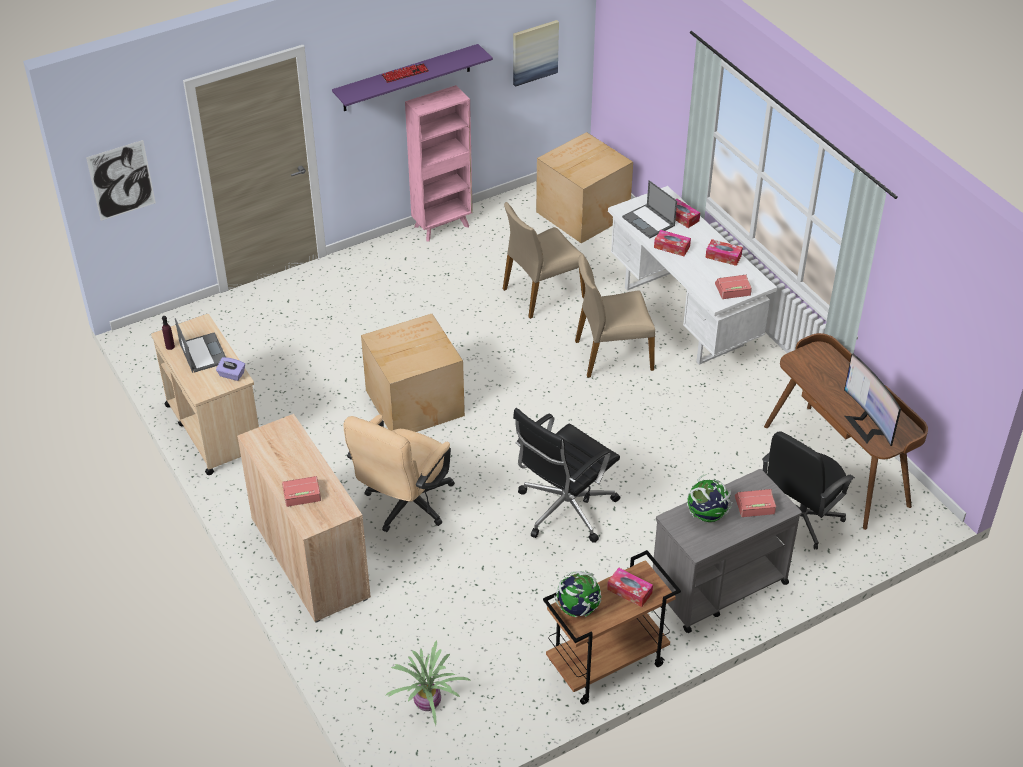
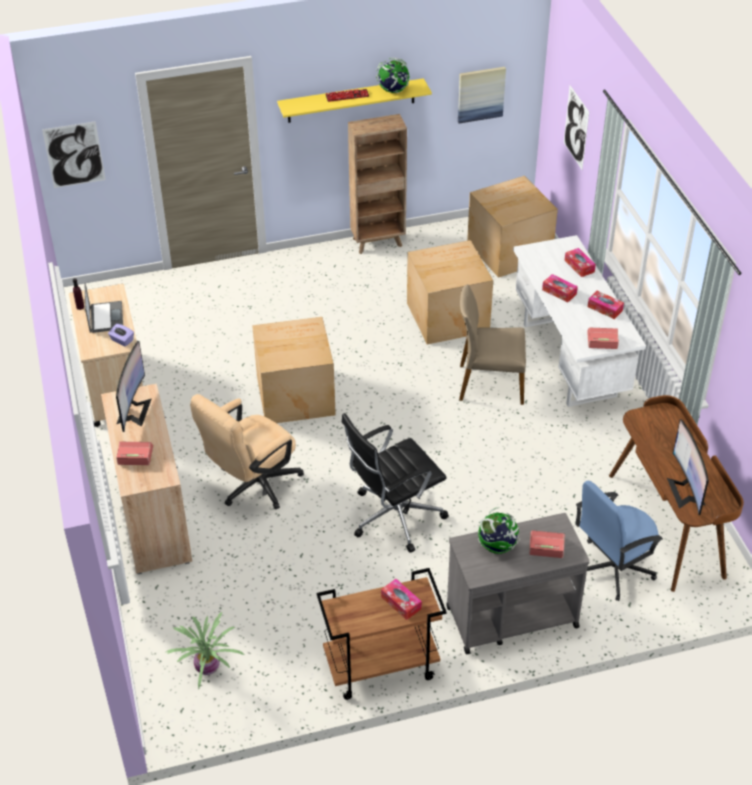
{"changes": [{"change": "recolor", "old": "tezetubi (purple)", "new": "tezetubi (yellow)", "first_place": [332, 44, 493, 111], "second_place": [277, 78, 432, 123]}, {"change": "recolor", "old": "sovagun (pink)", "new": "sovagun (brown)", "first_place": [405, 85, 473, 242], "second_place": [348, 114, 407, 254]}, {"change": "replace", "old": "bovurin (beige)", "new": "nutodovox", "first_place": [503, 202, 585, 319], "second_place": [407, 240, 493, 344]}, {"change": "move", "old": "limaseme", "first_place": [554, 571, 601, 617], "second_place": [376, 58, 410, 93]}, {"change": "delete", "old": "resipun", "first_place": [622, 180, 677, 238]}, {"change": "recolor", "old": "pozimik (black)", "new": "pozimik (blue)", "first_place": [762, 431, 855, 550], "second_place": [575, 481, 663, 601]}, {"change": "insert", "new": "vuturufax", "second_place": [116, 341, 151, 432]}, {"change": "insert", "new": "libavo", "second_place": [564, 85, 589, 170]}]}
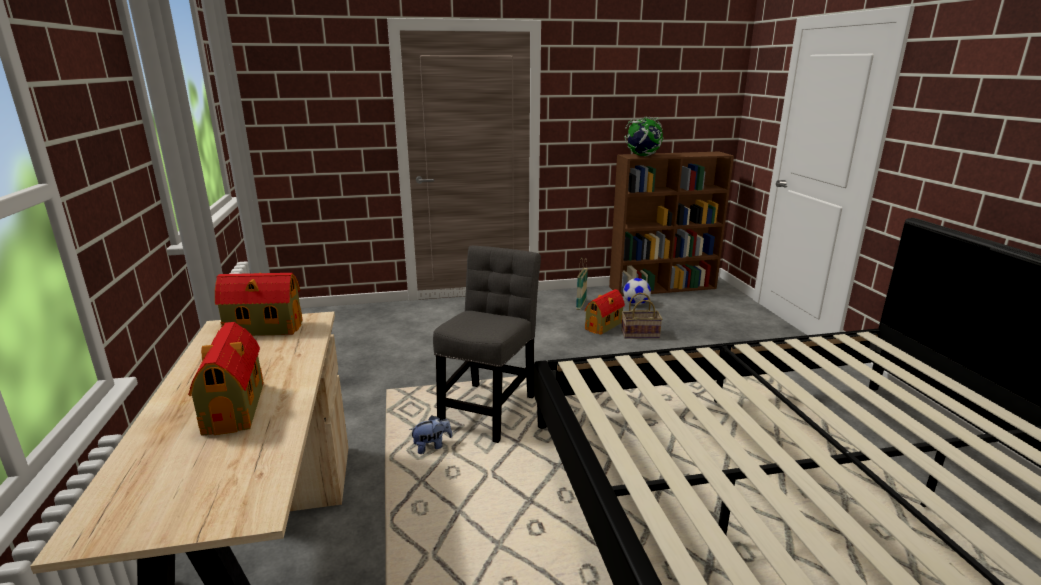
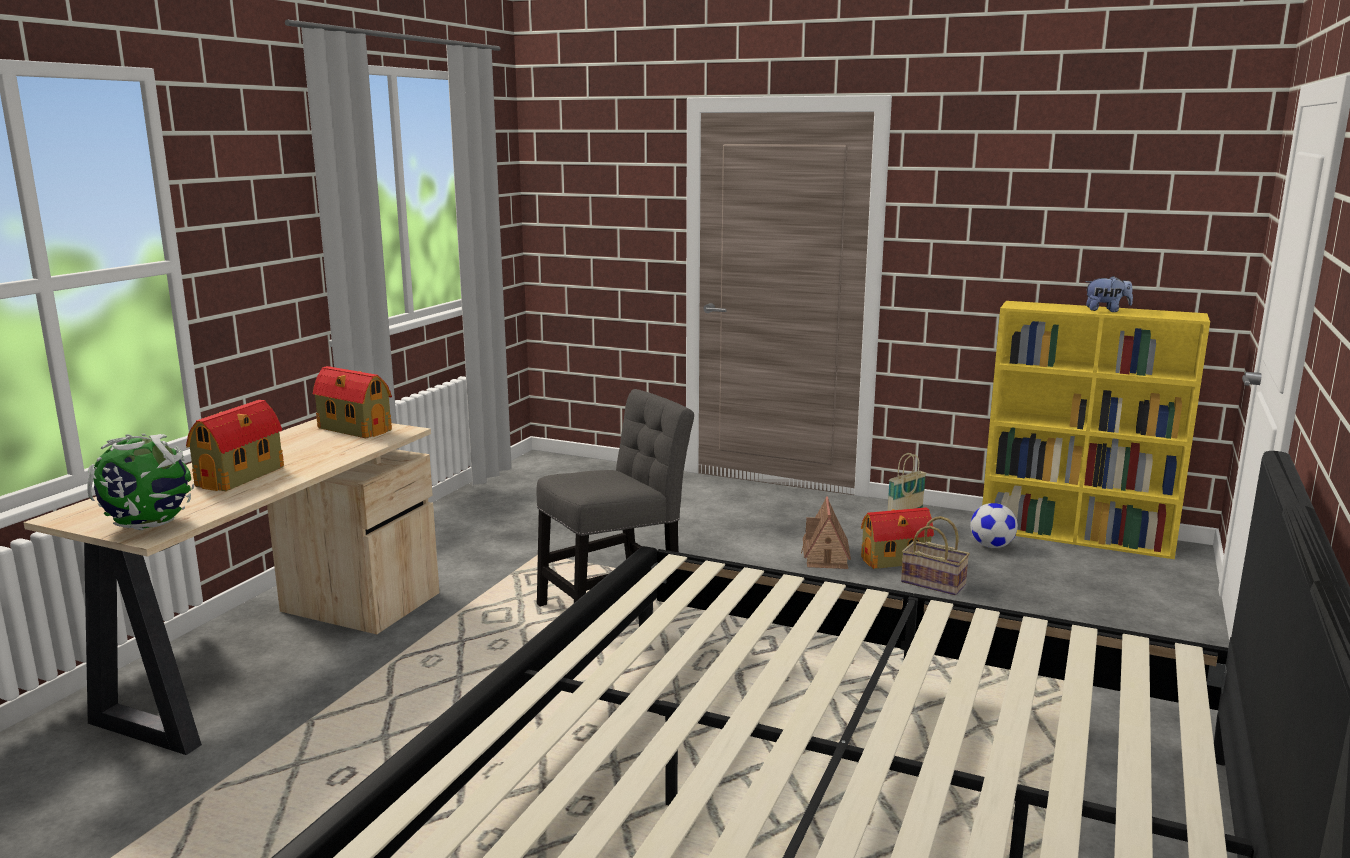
{"changes": [{"change": "move", "old": "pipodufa", "first_place": [409, 416, 452, 454], "second_place": [1085, 276, 1133, 312]}, {"change": "recolor", "old": "sovagun (brown)", "new": "sovagun (yellow)", "first_place": [609, 152, 734, 296], "second_place": [982, 301, 1210, 559]}, {"change": "move", "old": "limaseme", "first_place": [624, 117, 664, 157], "second_place": [87, 434, 194, 530]}, {"change": "insert", "new": "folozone", "second_place": [801, 496, 851, 569]}]}
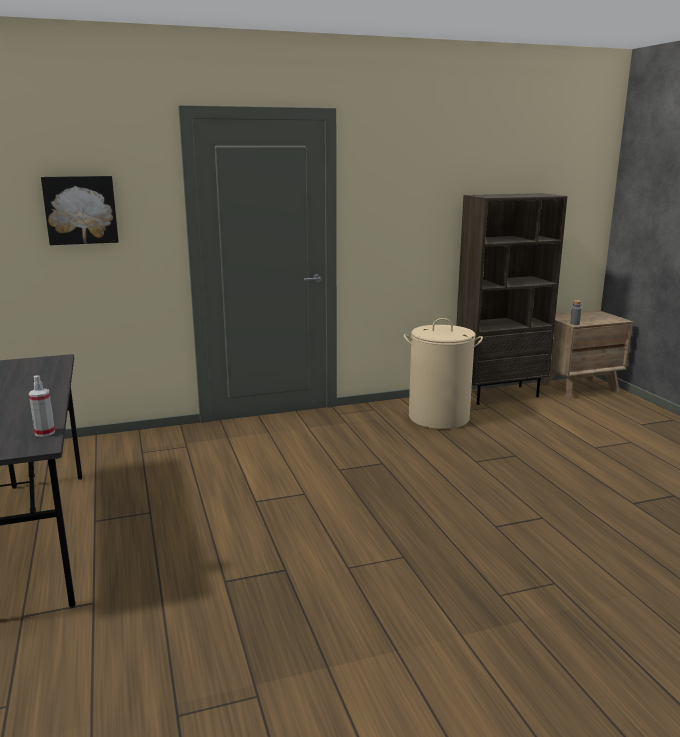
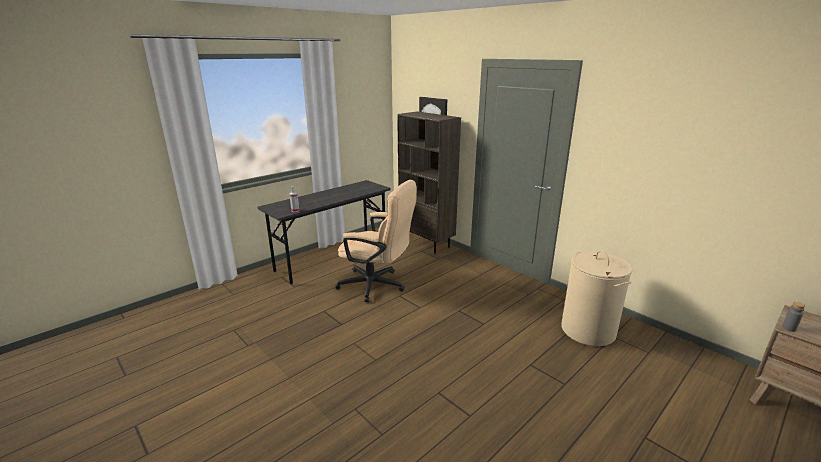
{"changes": [{"change": "move", "old": "sovagun (brown)", "first_place": [456, 193, 567, 405], "second_place": [397, 111, 461, 254]}, {"change": "insert", "new": "pozimik (beige)", "second_place": [335, 180, 417, 302]}]}
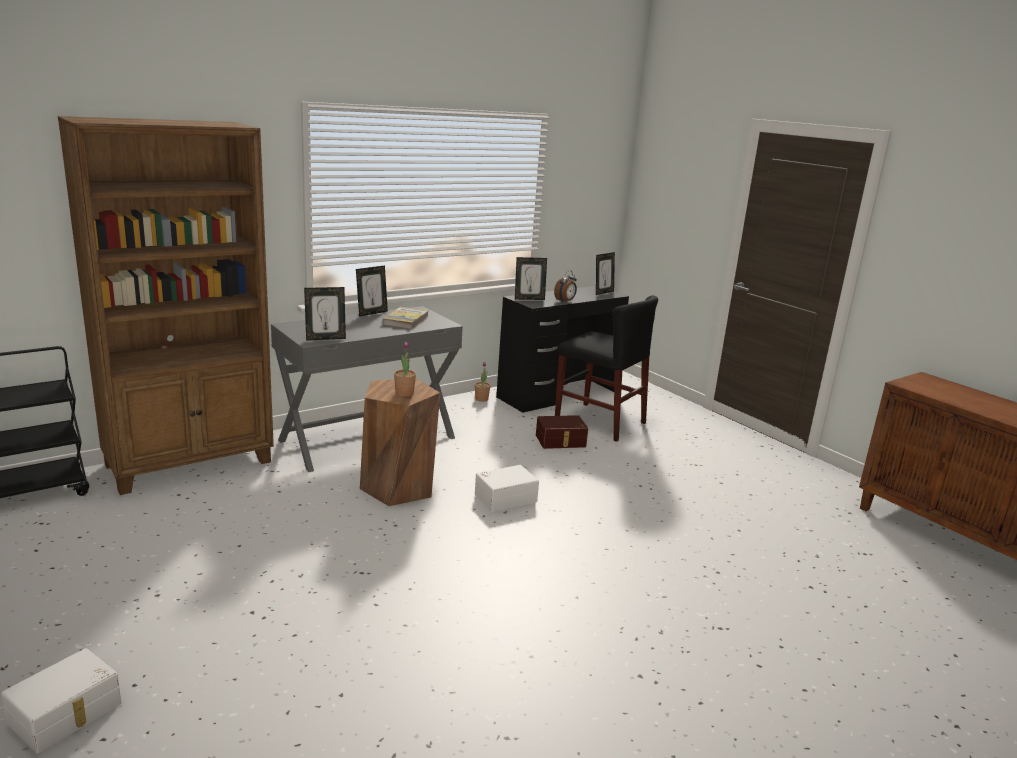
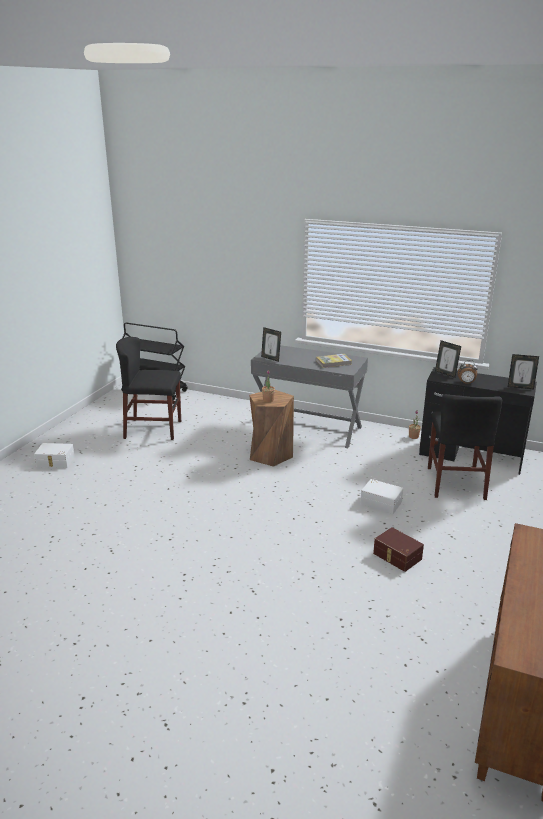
{"changes": [{"change": "delete", "old": "sovagun (brown)", "first_place": [58, 116, 274, 495]}, {"change": "delete", "old": "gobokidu", "first_place": [356, 265, 388, 316]}, {"change": "move", "old": "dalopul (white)", "first_place": [475, 465, 539, 512], "second_place": [360, 479, 403, 514]}, {"change": "move", "old": "dalopul (brown)", "first_place": [536, 415, 588, 449], "second_place": [373, 527, 424, 572]}, {"change": "insert", "new": "bovurin (black)", "second_place": [116, 337, 181, 440]}]}
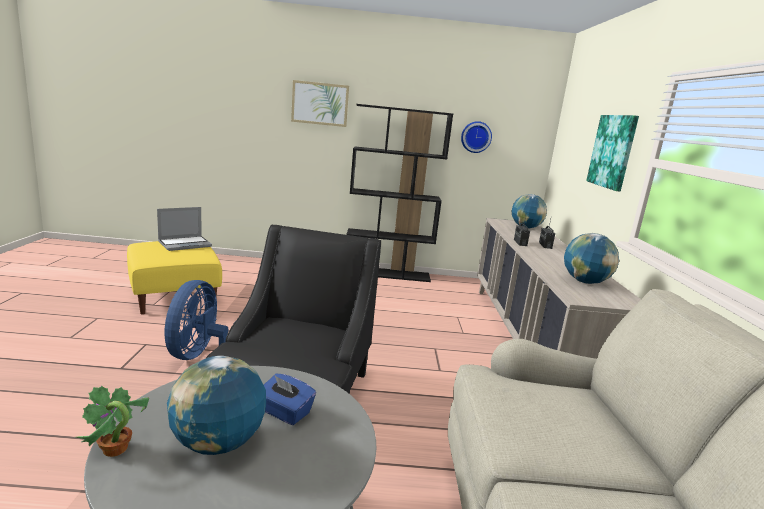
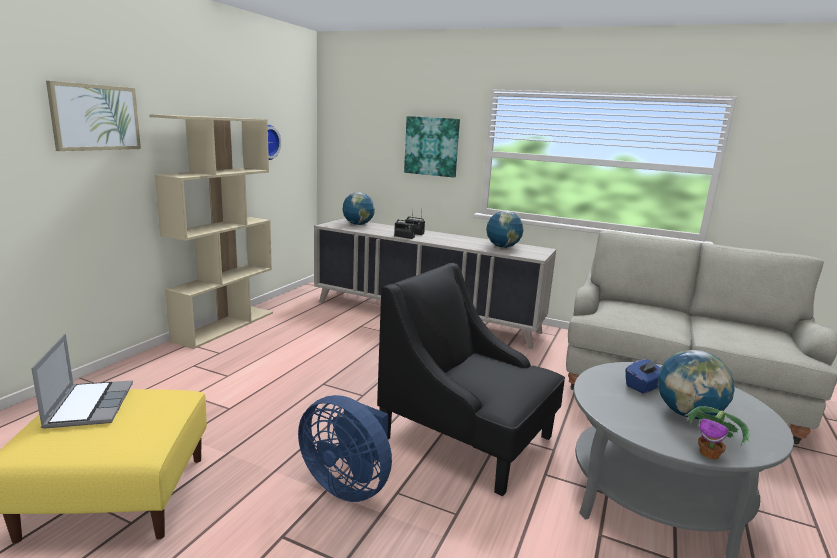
{"changes": [{"change": "recolor", "old": "sovagun (black)", "new": "sovagun (beige)", "first_place": [346, 104, 453, 282], "second_place": [149, 114, 273, 349]}]}
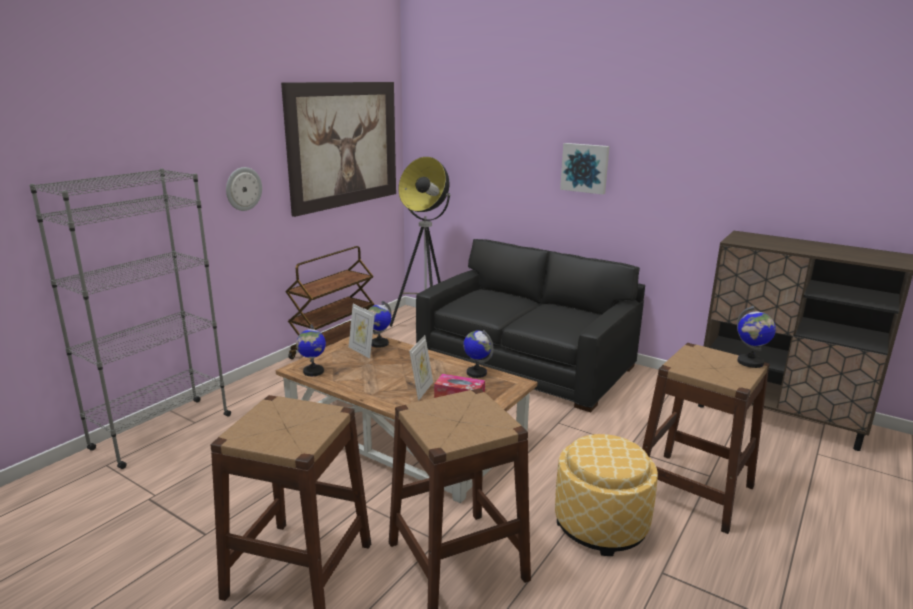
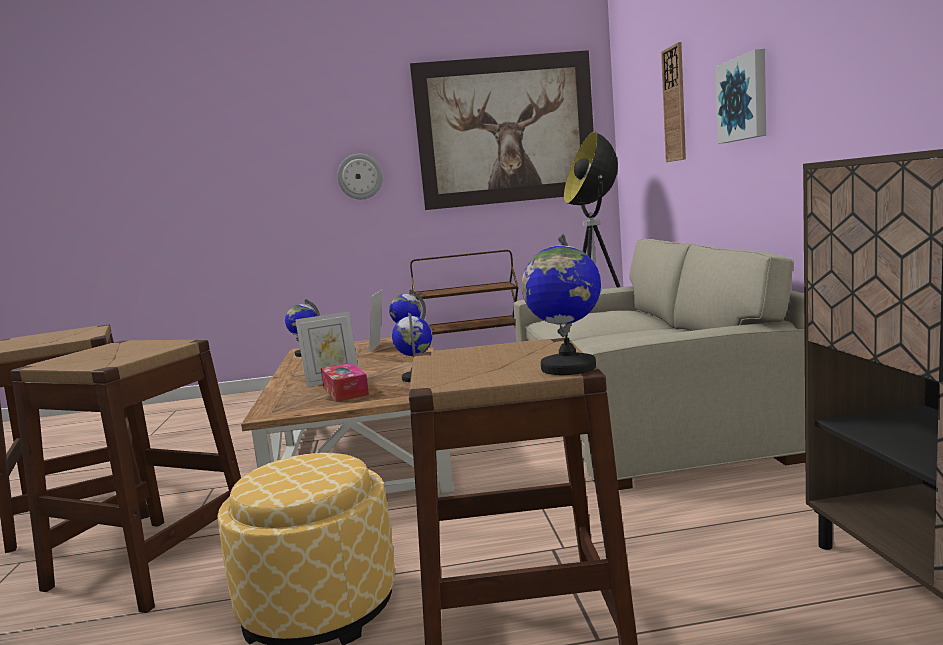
{"changes": [{"change": "delete", "old": "sovagun (grey)", "first_place": [29, 168, 231, 469]}, {"change": "recolor", "old": "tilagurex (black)", "new": "tilagurex (beige)", "first_place": [416, 239, 645, 412], "second_place": [514, 239, 806, 490]}, {"change": "insert", "new": "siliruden", "second_place": [661, 42, 686, 162]}]}
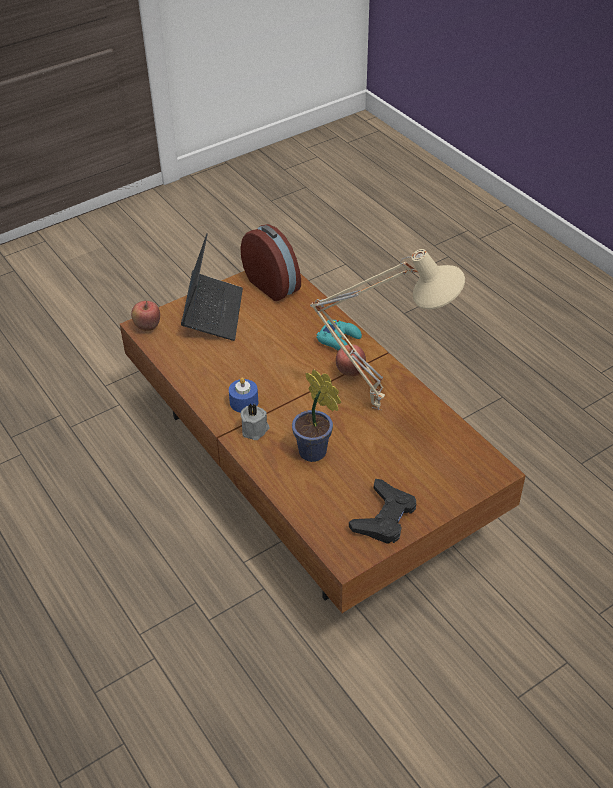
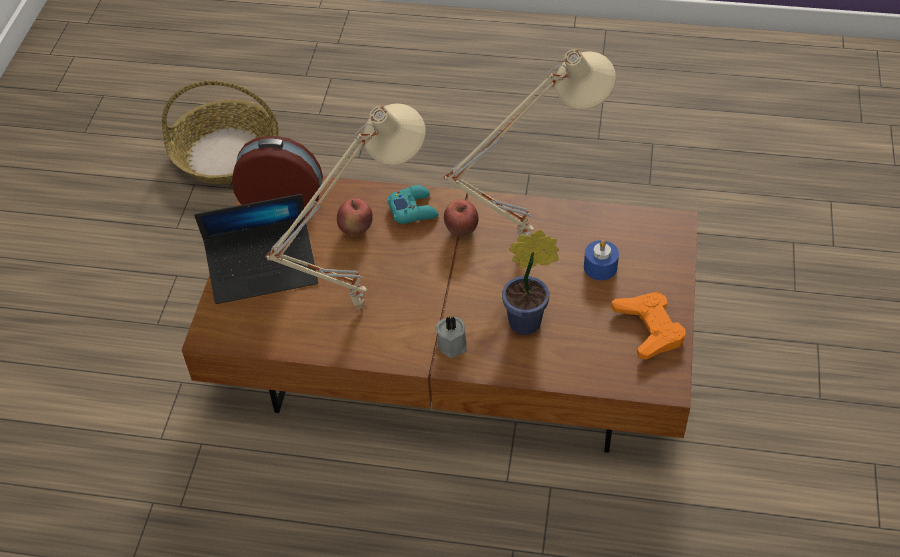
{"changes": [{"change": "move", "old": "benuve", "first_place": [131, 301, 160, 331], "second_place": [337, 198, 373, 236]}, {"change": "rotate", "old": "resipun", "first_place": [181, 233, 243, 341], "second_place": [194, 194, 318, 304], "degrees": 120}, {"change": "move", "old": "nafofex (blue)", "first_place": [229, 377, 258, 413], "second_place": [584, 240, 619, 280]}, {"change": "recolor", "old": "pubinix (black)", "new": "pubinix (orange)", "first_place": [349, 479, 416, 544], "second_place": [611, 292, 685, 360]}, {"change": "insert", "new": "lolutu", "second_place": [162, 80, 279, 184]}, {"change": "insert", "new": "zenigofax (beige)", "second_place": [265, 104, 426, 310]}]}
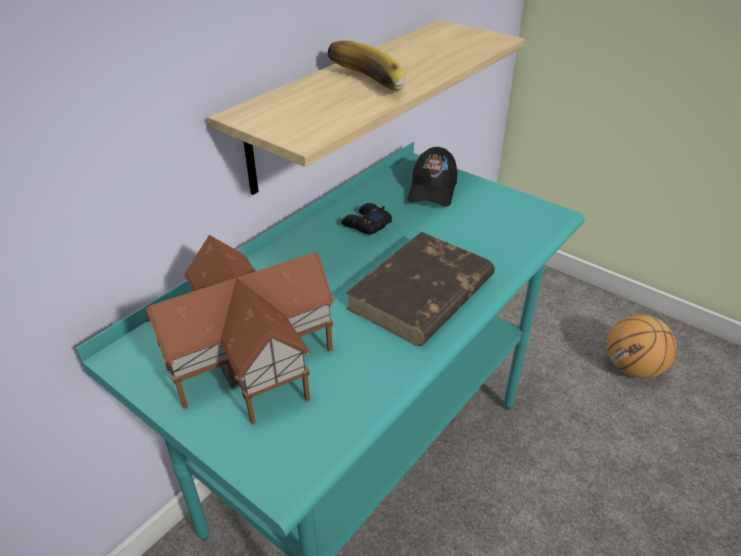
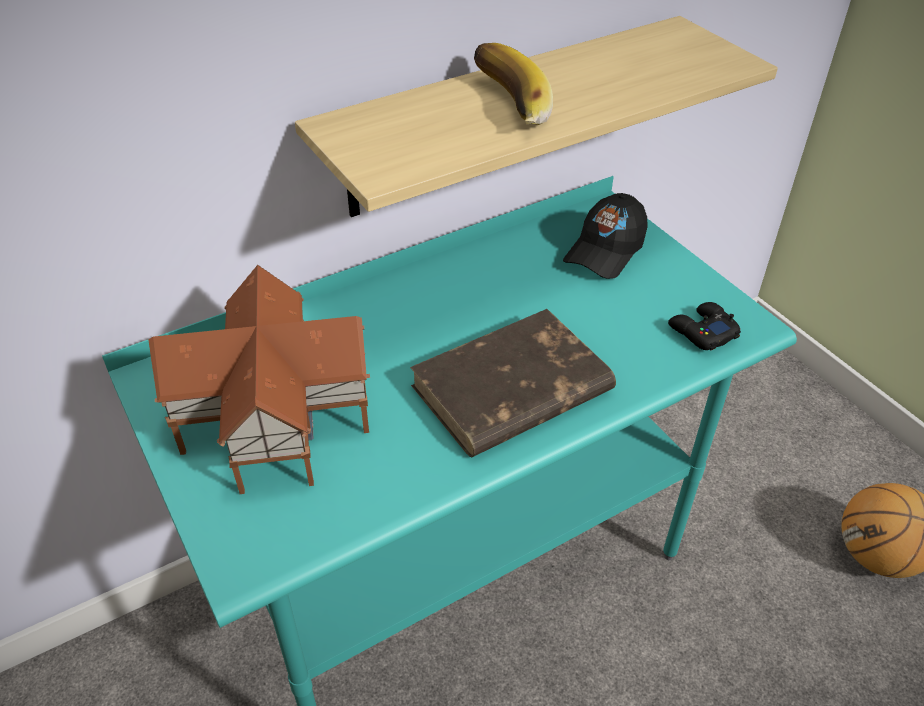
{"changes": [{"change": "move", "old": "pubinix (black)", "first_place": [341, 203, 392, 235], "second_place": [668, 302, 741, 351]}]}
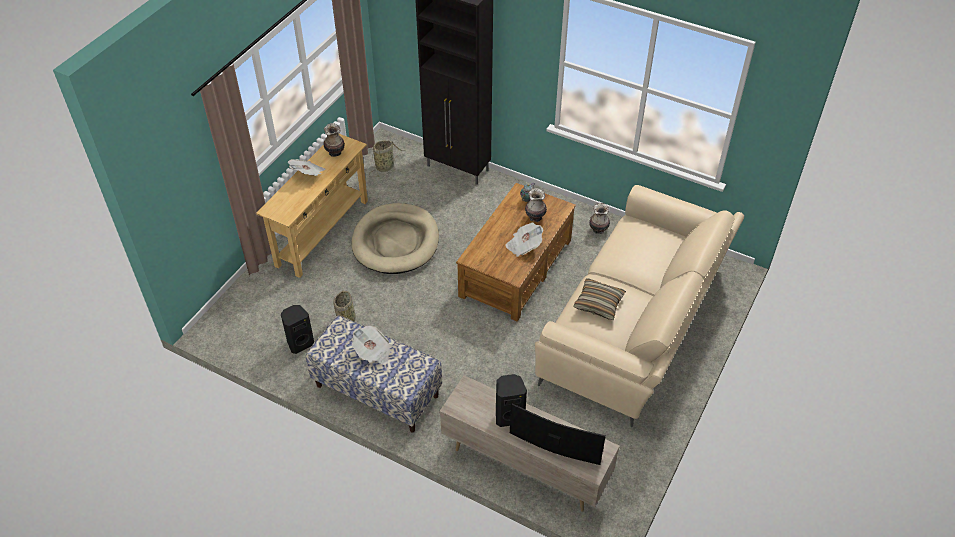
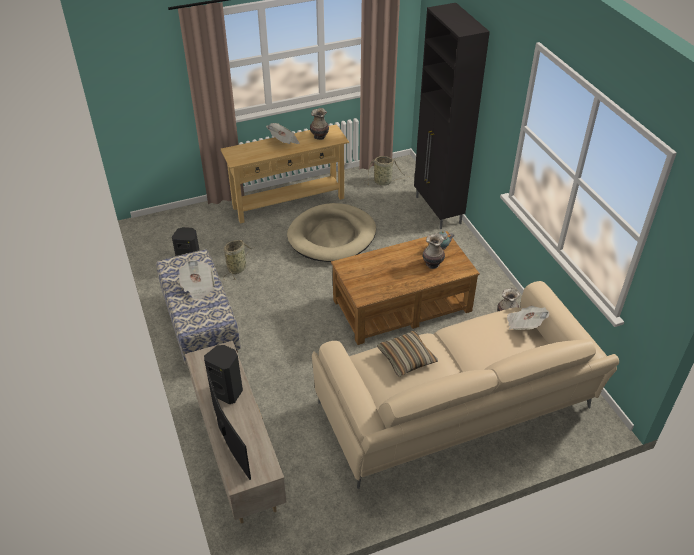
{"changes": [{"change": "move", "old": "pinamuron", "first_place": [505, 223, 544, 257], "second_place": [507, 305, 549, 330]}]}
